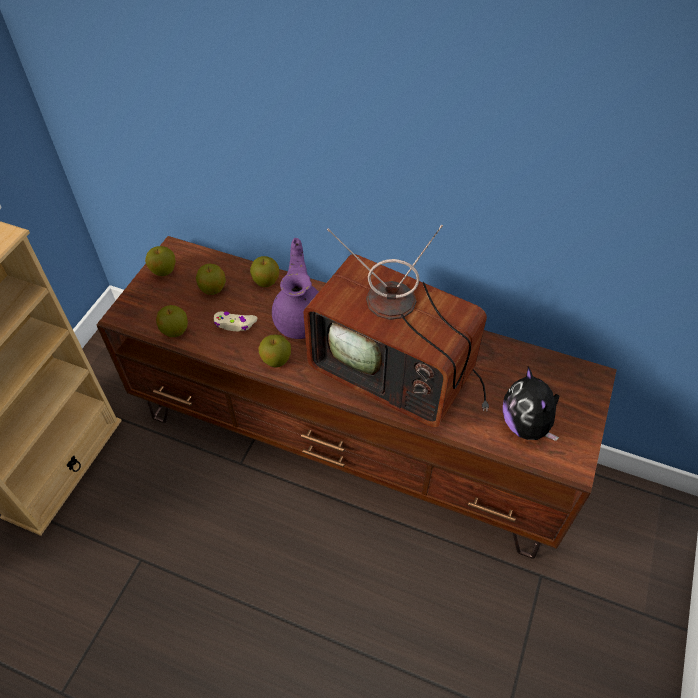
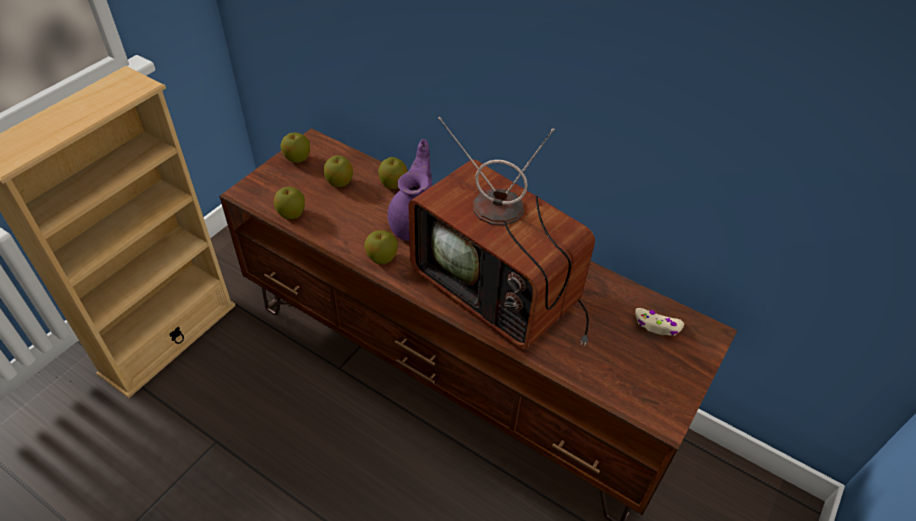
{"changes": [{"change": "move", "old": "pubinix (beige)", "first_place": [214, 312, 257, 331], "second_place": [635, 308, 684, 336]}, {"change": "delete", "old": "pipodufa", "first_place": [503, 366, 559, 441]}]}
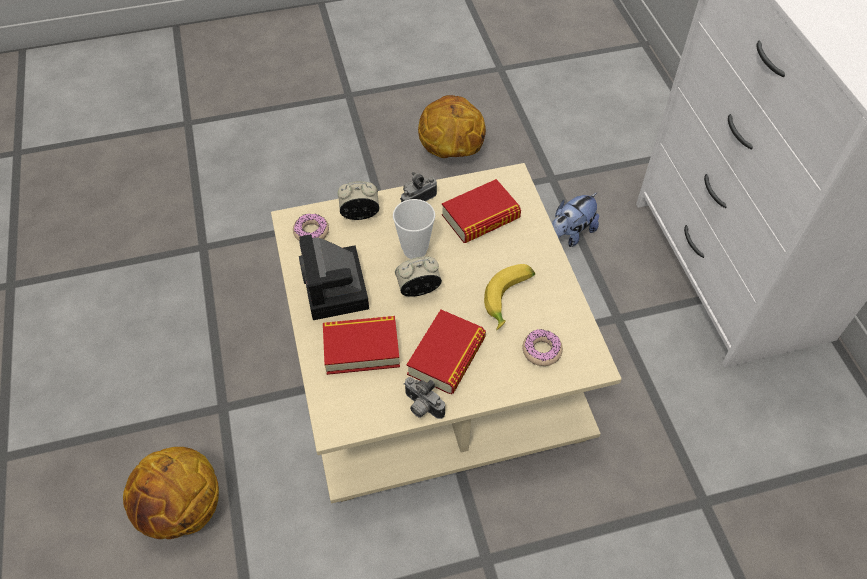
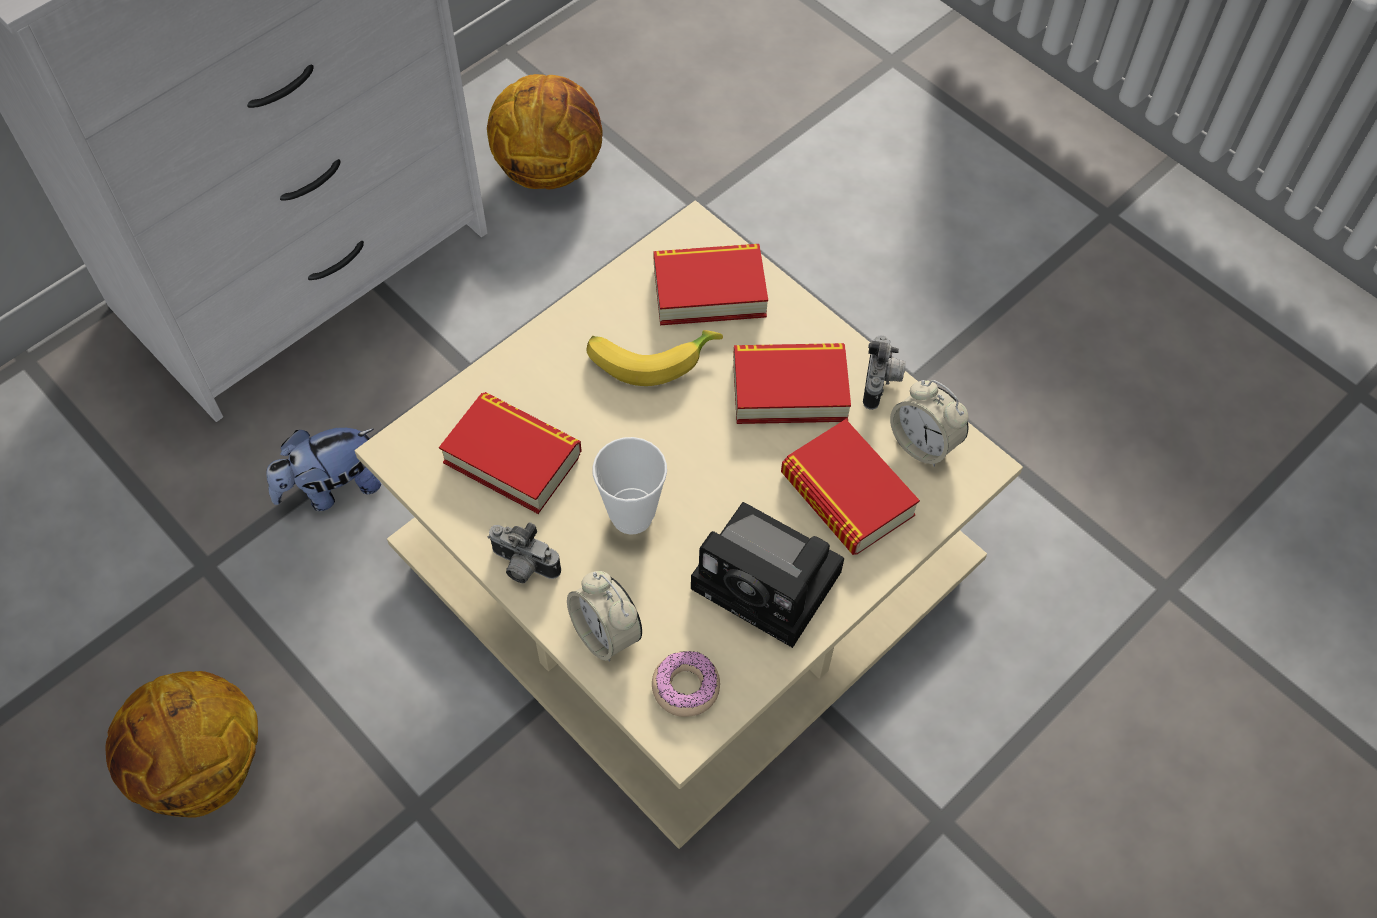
{"changes": [{"change": "move", "old": "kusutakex", "first_place": [123, 447, 219, 539], "second_place": [487, 74, 603, 189]}, {"change": "rotate", "old": "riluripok", "first_place": [299, 234, 369, 320], "second_place": [691, 502, 844, 648], "degrees": 75}, {"change": "move", "old": "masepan", "first_place": [395, 256, 442, 297], "second_place": [890, 380, 969, 467]}, {"change": "replace", "old": "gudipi", "new": "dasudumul", "first_place": [522, 329, 563, 366], "second_place": [653, 244, 768, 325]}, {"change": "rotate", "old": "pipodufa", "first_place": [552, 193, 599, 247], "second_place": [266, 428, 381, 511], "degrees": 135}]}
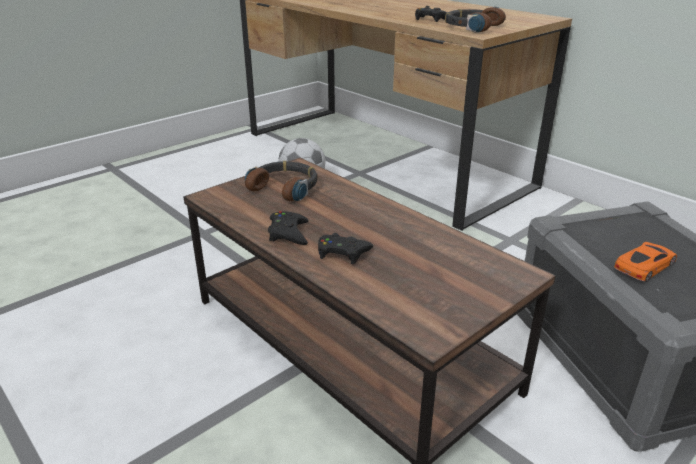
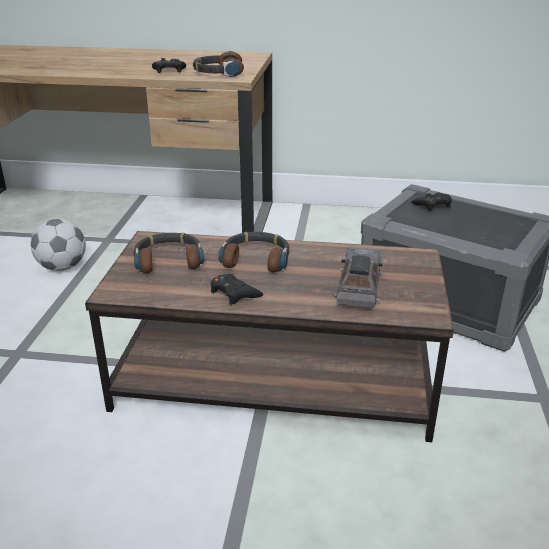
{"changes": [{"change": "move", "old": "pubinix (black)", "first_place": [318, 233, 373, 264], "second_place": [411, 192, 452, 211]}, {"change": "delete", "old": "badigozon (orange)", "first_place": [614, 242, 677, 282]}, {"change": "insert", "new": "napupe", "second_place": [218, 232, 289, 273]}, {"change": "insert", "new": "badigozon (grey)", "second_place": [333, 248, 384, 307]}]}
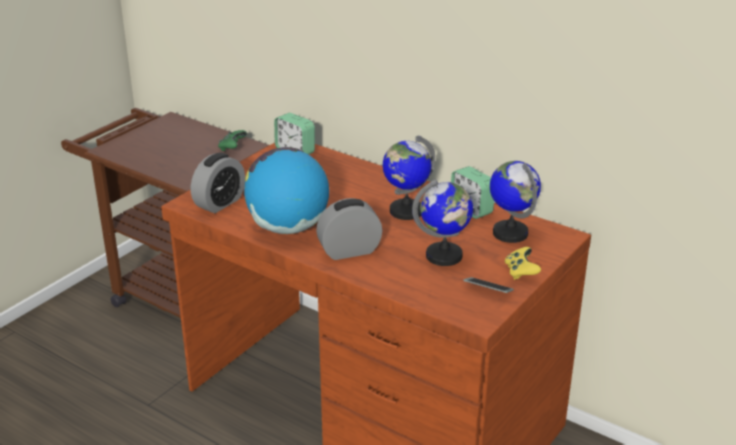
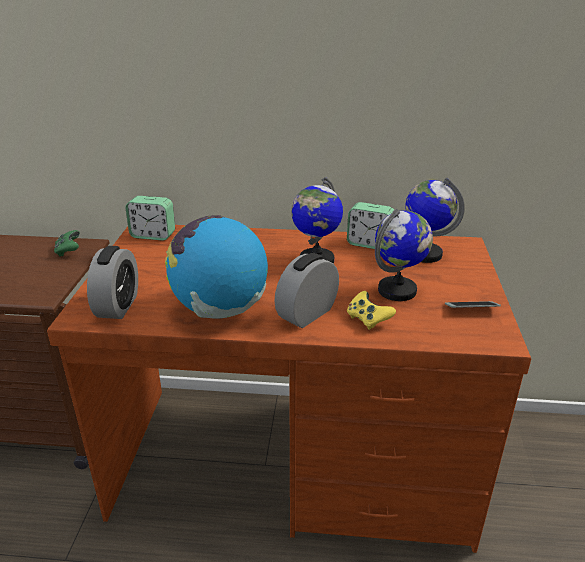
{"changes": [{"change": "move", "old": "pubinix (yellow)", "first_place": [505, 247, 541, 280], "second_place": [347, 291, 396, 330]}]}
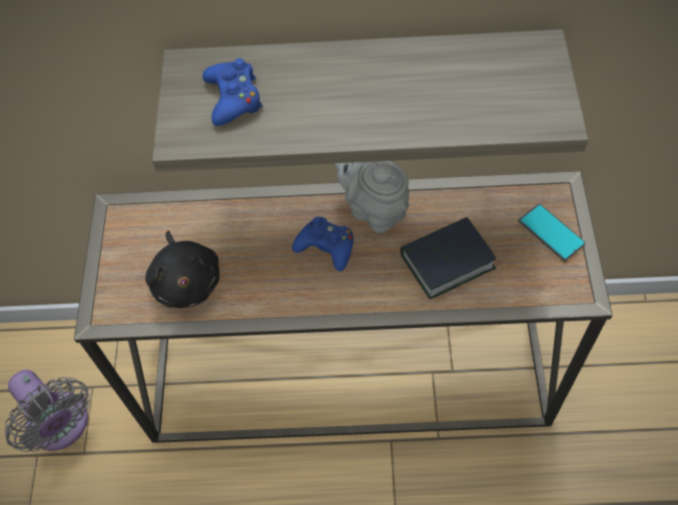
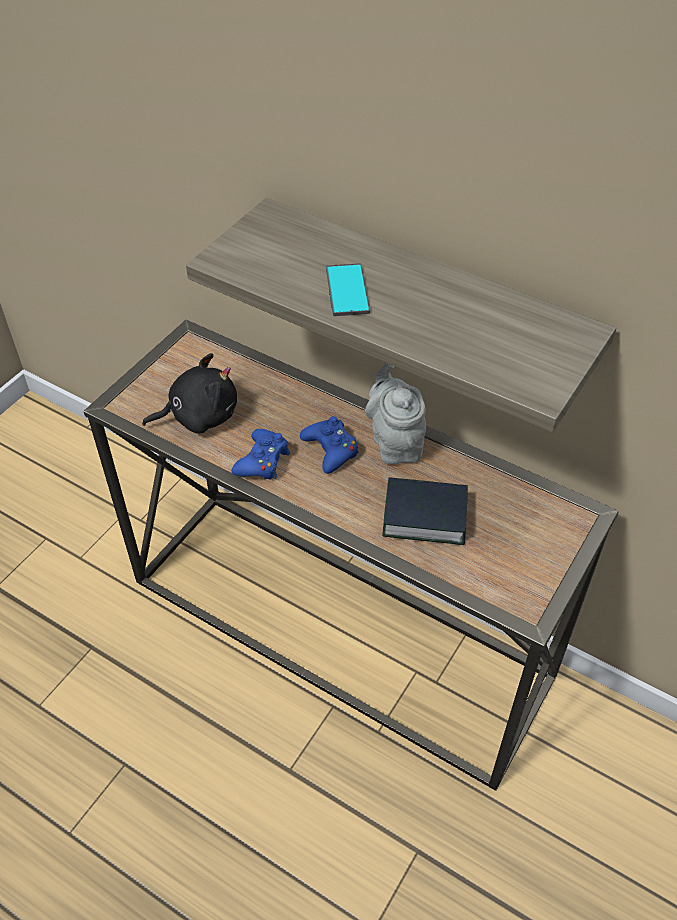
{"changes": [{"change": "delete", "old": "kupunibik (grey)", "first_place": [5, 370, 90, 452]}, {"change": "rotate", "old": "pipodufa (black)", "first_place": [145, 231, 220, 308], "second_place": [142, 353, 237, 434], "degrees": -120}, {"change": "move", "old": "pubinix (blue)", "first_place": [202, 58, 263, 126], "second_place": [232, 429, 290, 479]}, {"change": "move", "old": "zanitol", "first_place": [518, 203, 586, 261], "second_place": [326, 263, 370, 316]}]}
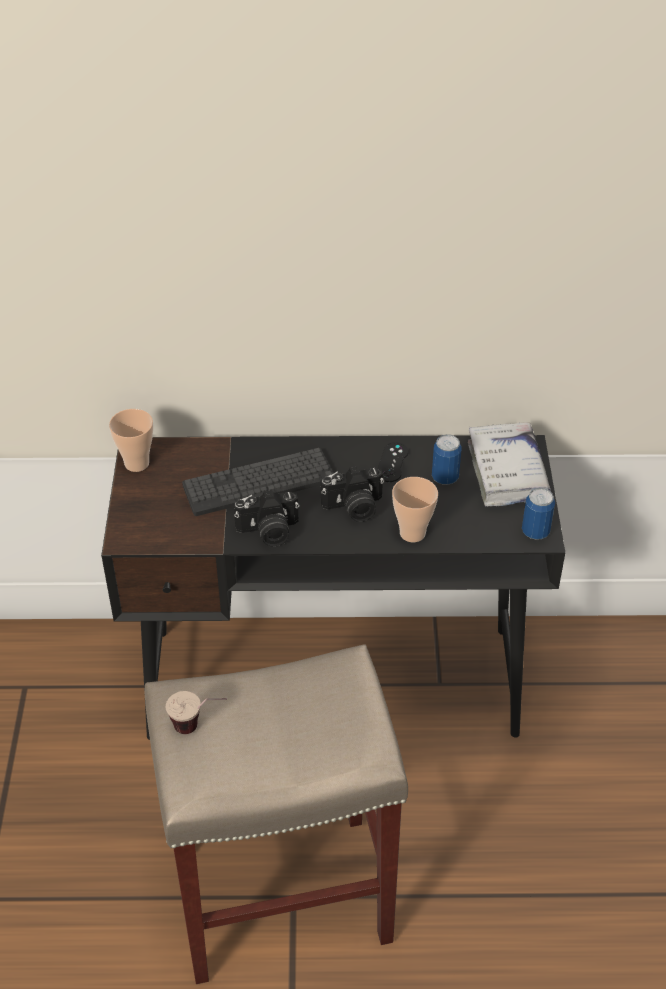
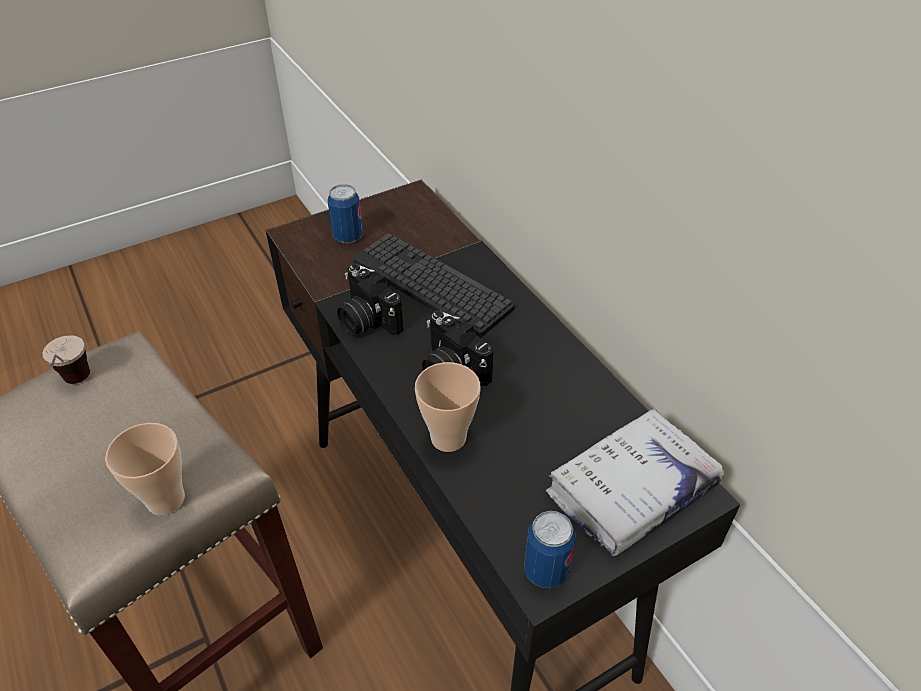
{"changes": [{"change": "move", "old": "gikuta", "first_place": [109, 409, 153, 472], "second_place": [105, 423, 185, 515]}, {"change": "delete", "old": "pubinix (black)", "first_place": [378, 442, 408, 482]}, {"change": "move", "old": "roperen", "first_place": [432, 434, 462, 485], "second_place": [328, 184, 363, 243]}]}
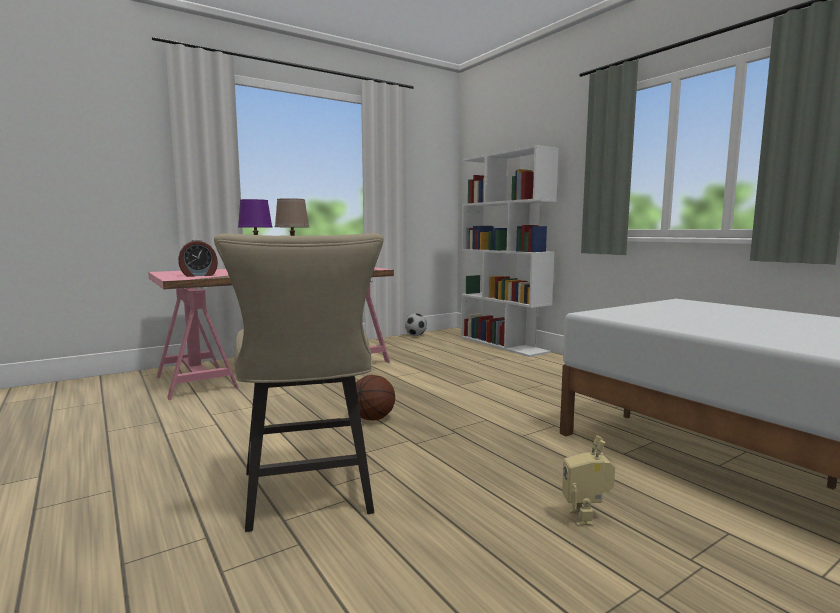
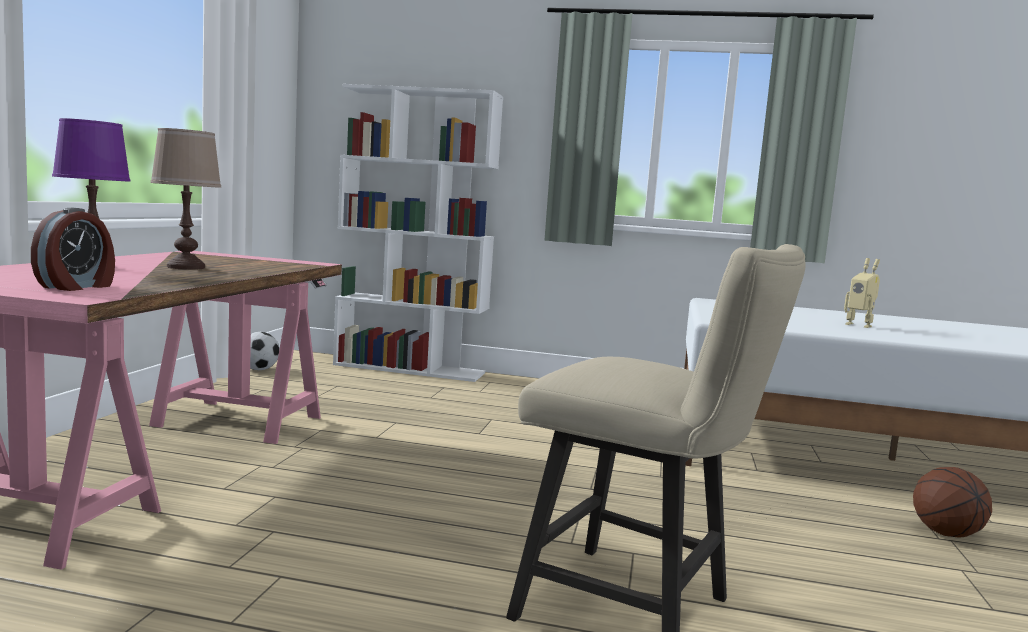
{"changes": [{"change": "move", "old": "kusutakex", "first_place": [356, 375, 395, 420], "second_place": [913, 467, 992, 538]}, {"change": "move", "old": "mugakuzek", "first_place": [562, 435, 615, 526], "second_place": [844, 258, 880, 328]}]}
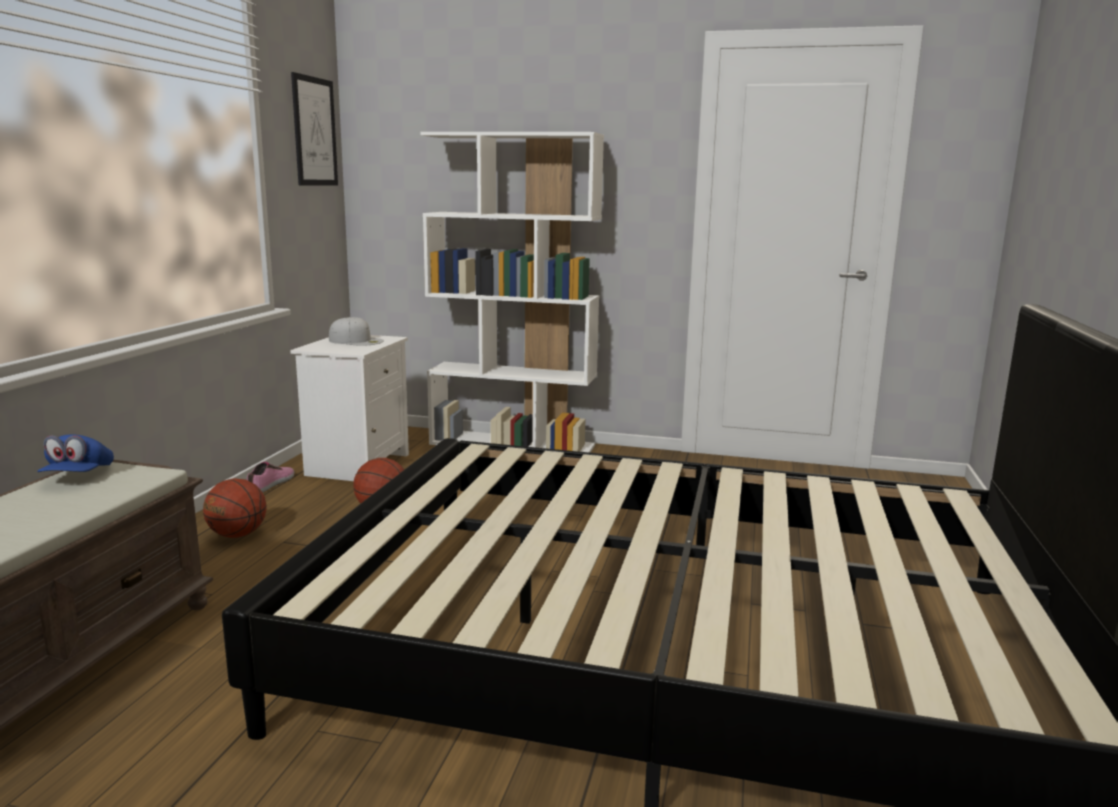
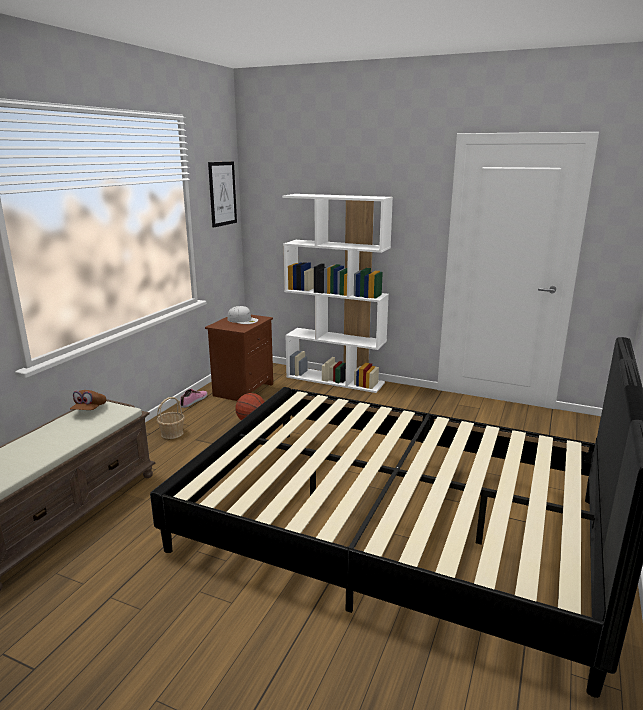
{"changes": [{"change": "recolor", "old": "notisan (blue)", "new": "notisan (brown)", "first_place": [37, 435, 114, 472], "second_place": [70, 390, 106, 410]}, {"change": "replace", "old": "kusutakex", "new": "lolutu", "first_place": [203, 478, 266, 538], "second_place": [157, 397, 185, 439]}, {"change": "recolor", "old": "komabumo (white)", "new": "komabumo (brown)", "first_place": [290, 335, 409, 481], "second_place": [205, 315, 273, 401]}]}
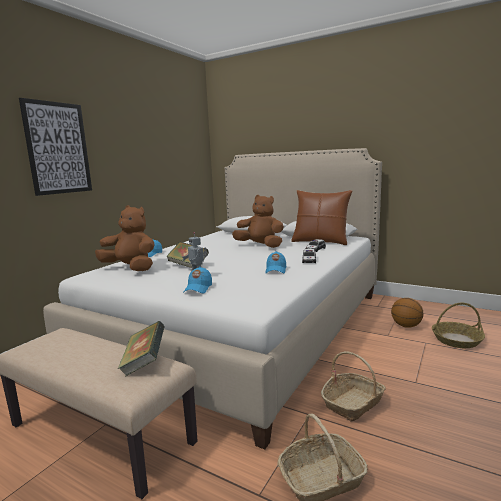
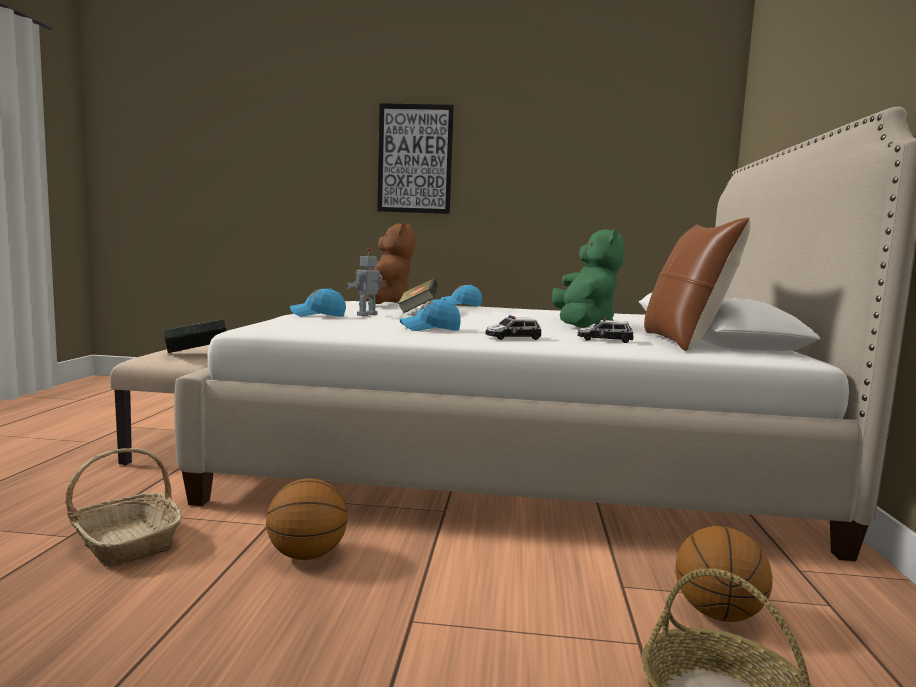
{"changes": [{"change": "recolor", "old": "pipodufa (brown)", "new": "pipodufa (green)", "first_place": [232, 195, 284, 248], "second_place": [552, 229, 624, 328]}, {"change": "replace", "old": "lolutu", "new": "kusutakex", "first_place": [321, 351, 386, 422], "second_place": [266, 478, 348, 560]}]}
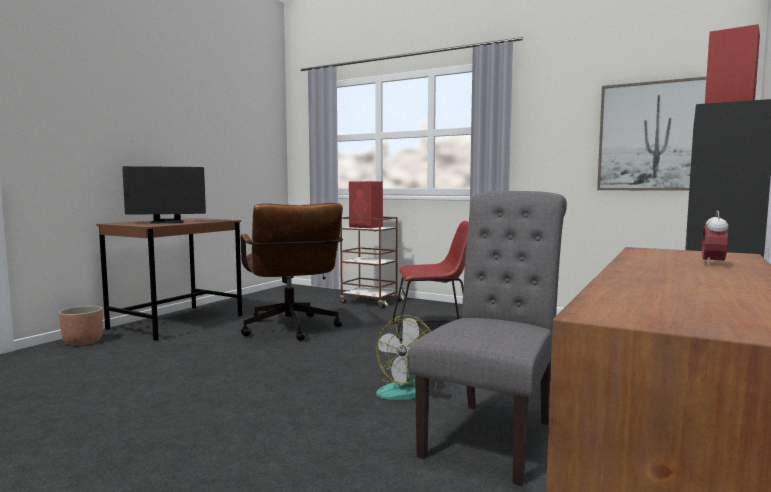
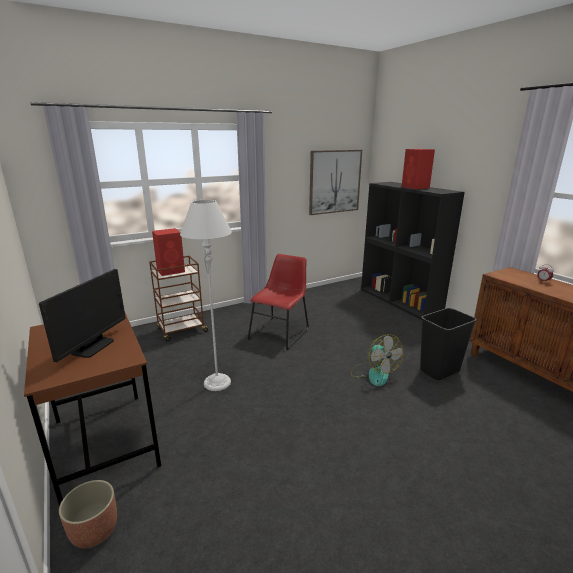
{"changes": [{"change": "replace", "old": "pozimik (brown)", "new": "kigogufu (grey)", "first_place": [241, 203, 343, 341], "second_place": [180, 200, 232, 391]}, {"change": "replace", "old": "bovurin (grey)", "new": "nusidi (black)", "first_place": [409, 191, 567, 486], "second_place": [420, 308, 477, 380]}]}
